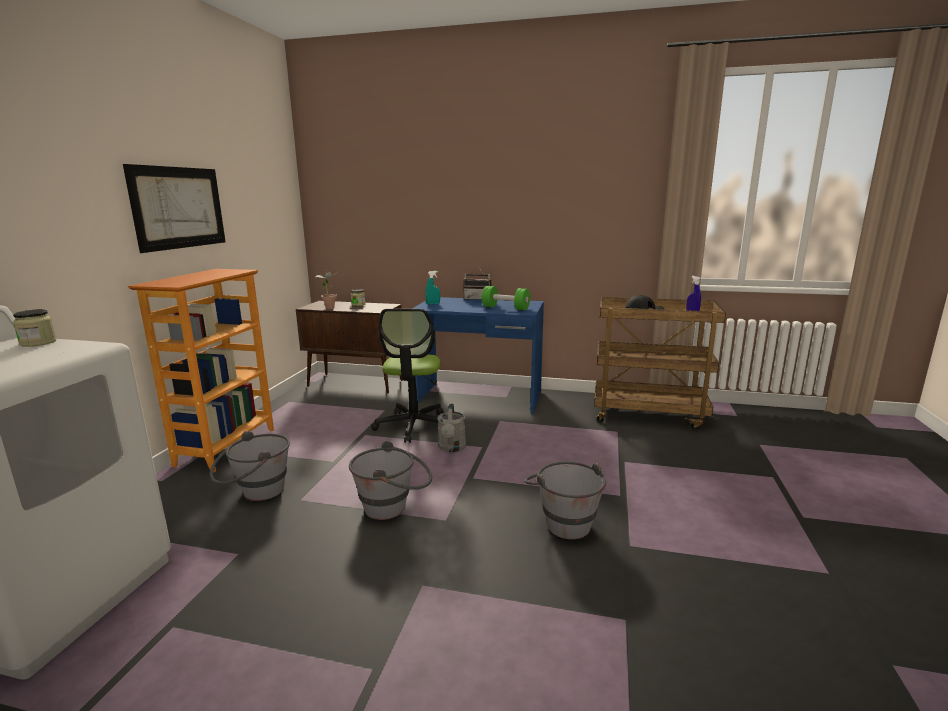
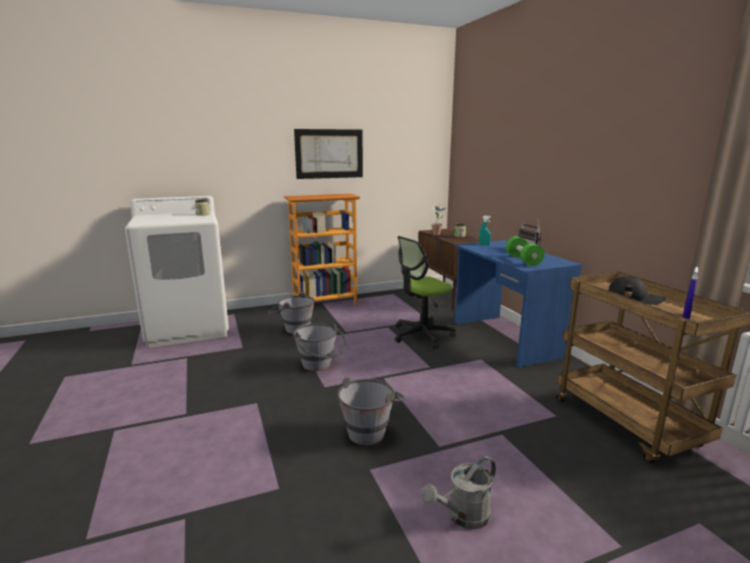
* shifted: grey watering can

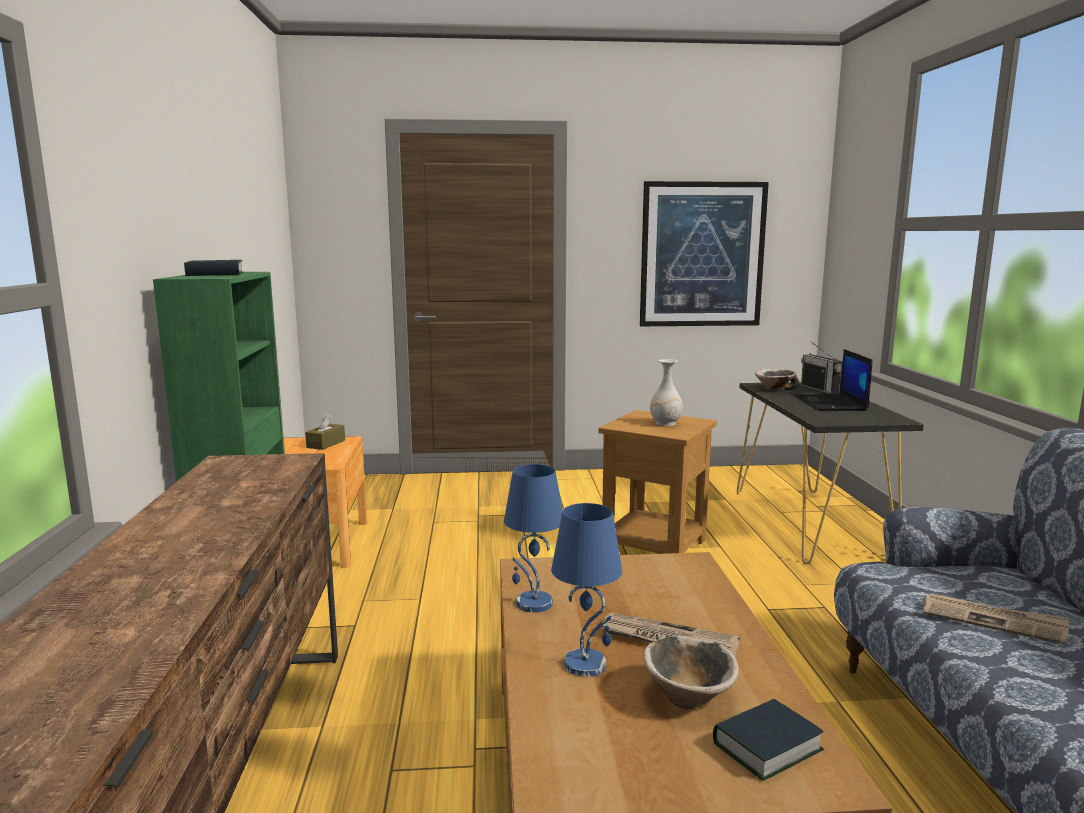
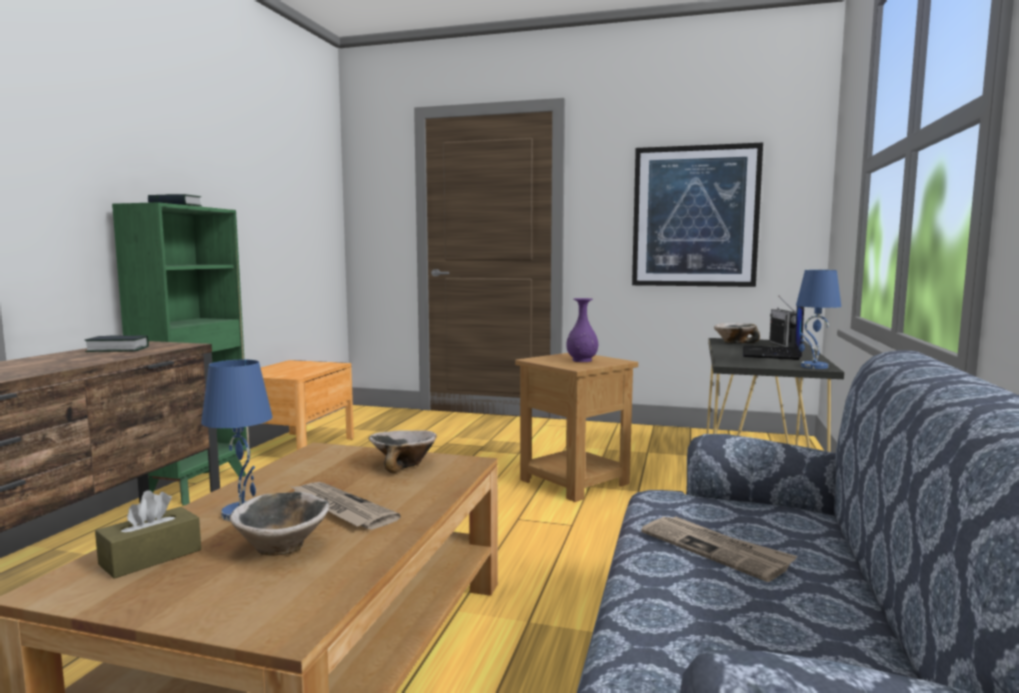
* shifted: brown tissue box
* shifted: blue table lamp (no. 1 from left in the first image) to blue table lamp (no. 2 from left)
* repainted: white vase to purple vase
* shifted: book (no. 2 from left in the first image) to book (no. 1 from left)
* new: bowl (no. 2 from left)

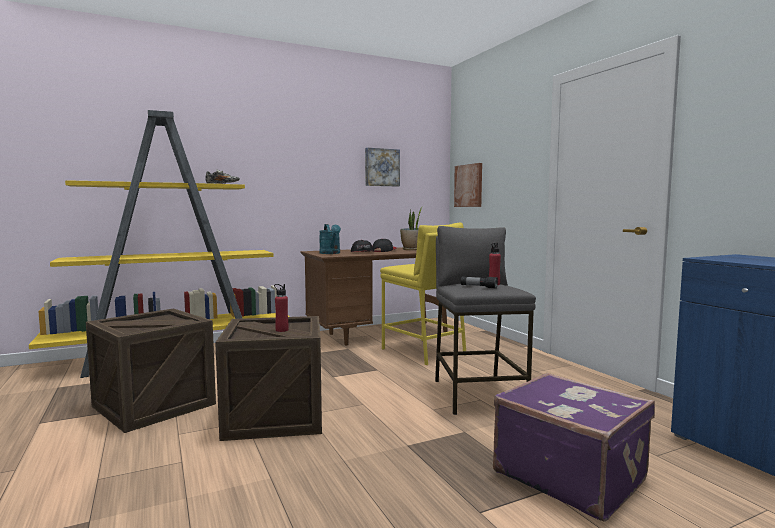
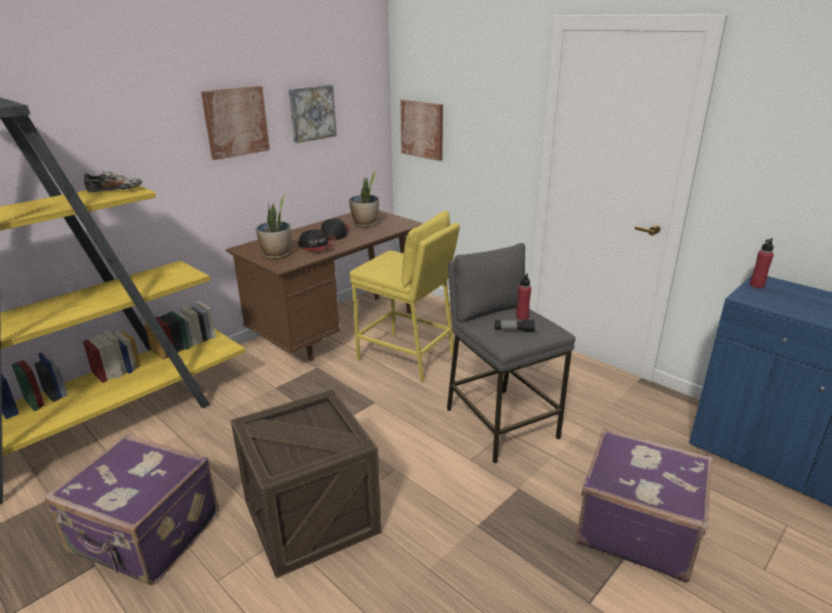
* swapped: crate (no. 1 from left) to purple suitcase (no. 1 from left)
* shifted: red bottle (no. 1 from left in the first image) to red bottle (no. 2 from left)
* swapped: turquoise watering can to potted plant (no. 1 from left)
* new: picture (no. 1 from left)

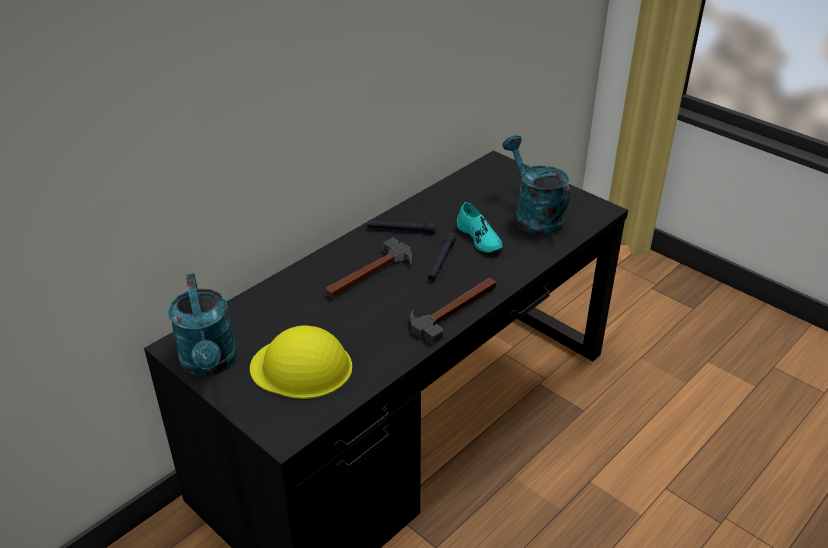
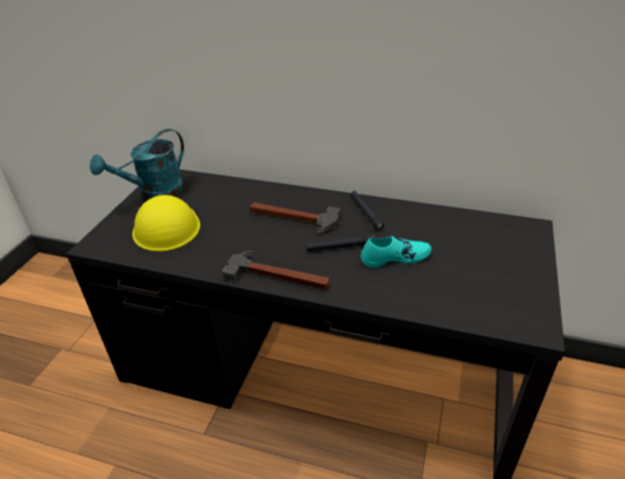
* rotated: turquoise shoe 135 degrees counterclockwise
* gone: turquoise watering can (no. 2 from left)

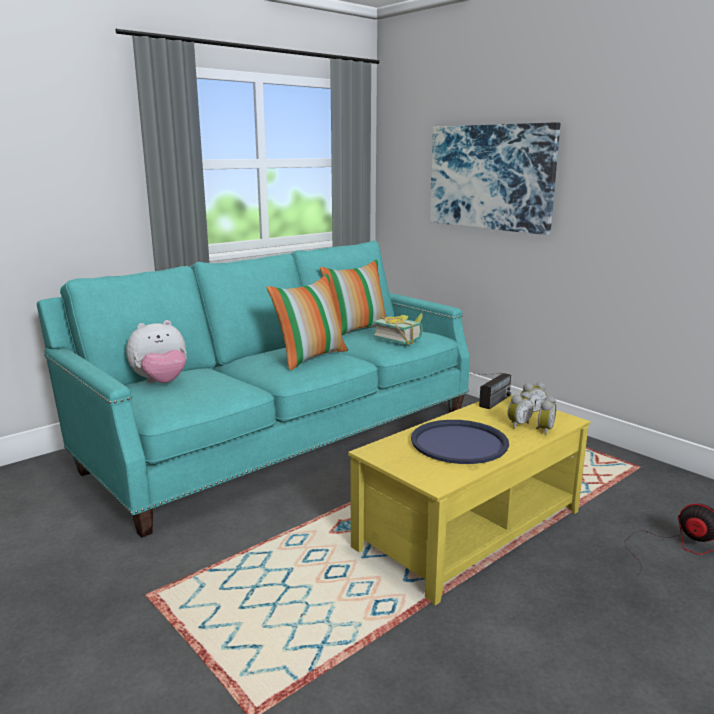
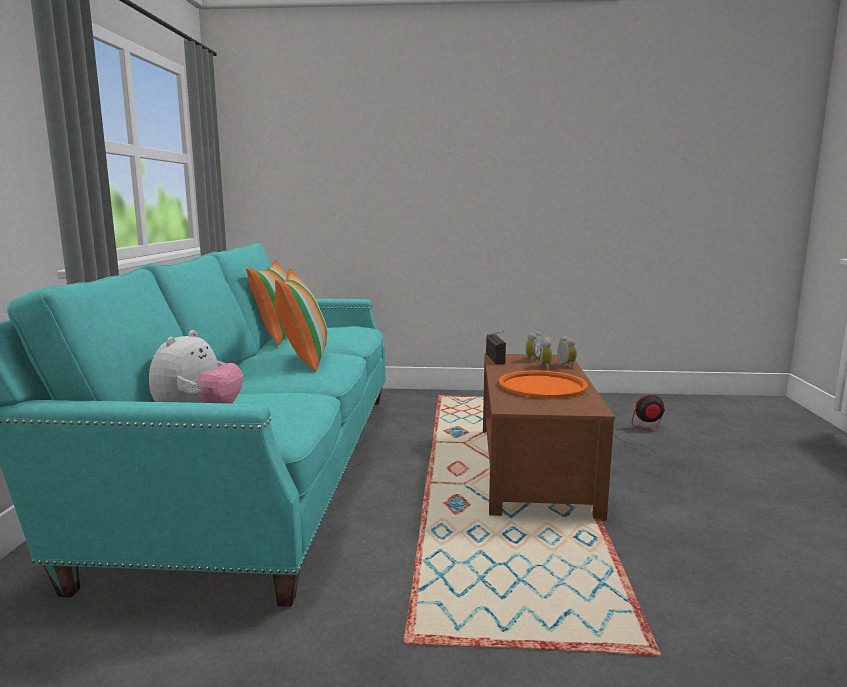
* repainted: yellow coffee table to brown coffee table
* gone: book
* repainted: blue tray to orange tray
* gone: picture

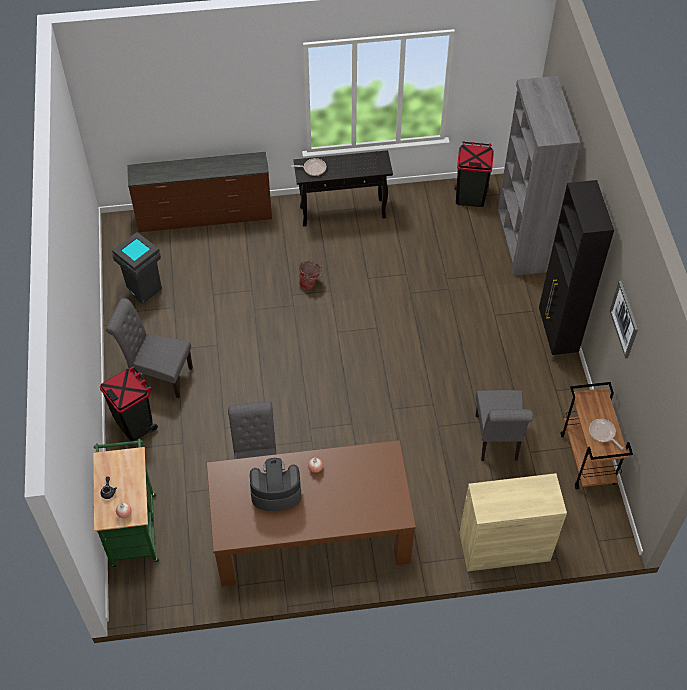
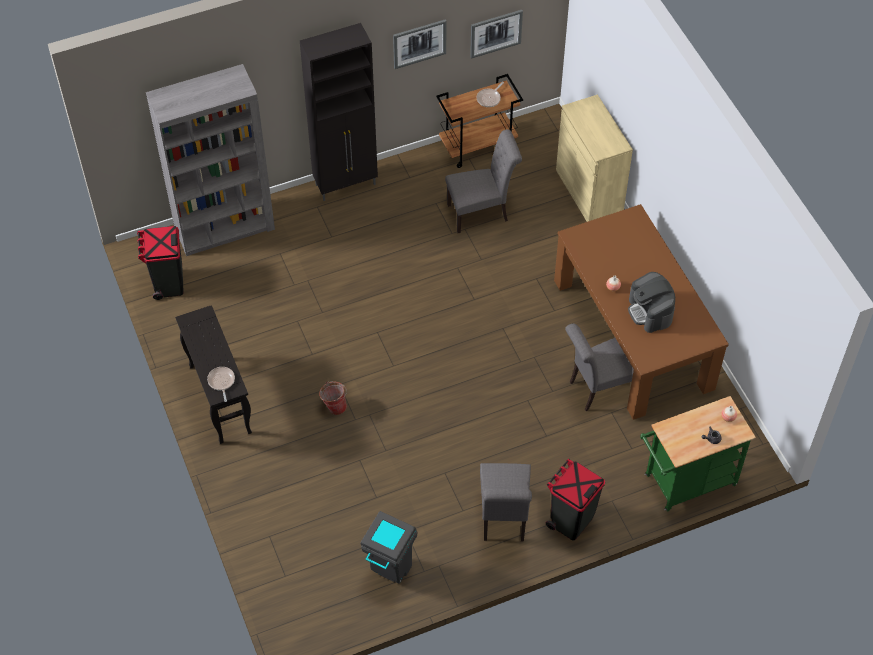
* gone: brown dresser
* new: picture (no. 2 from left)

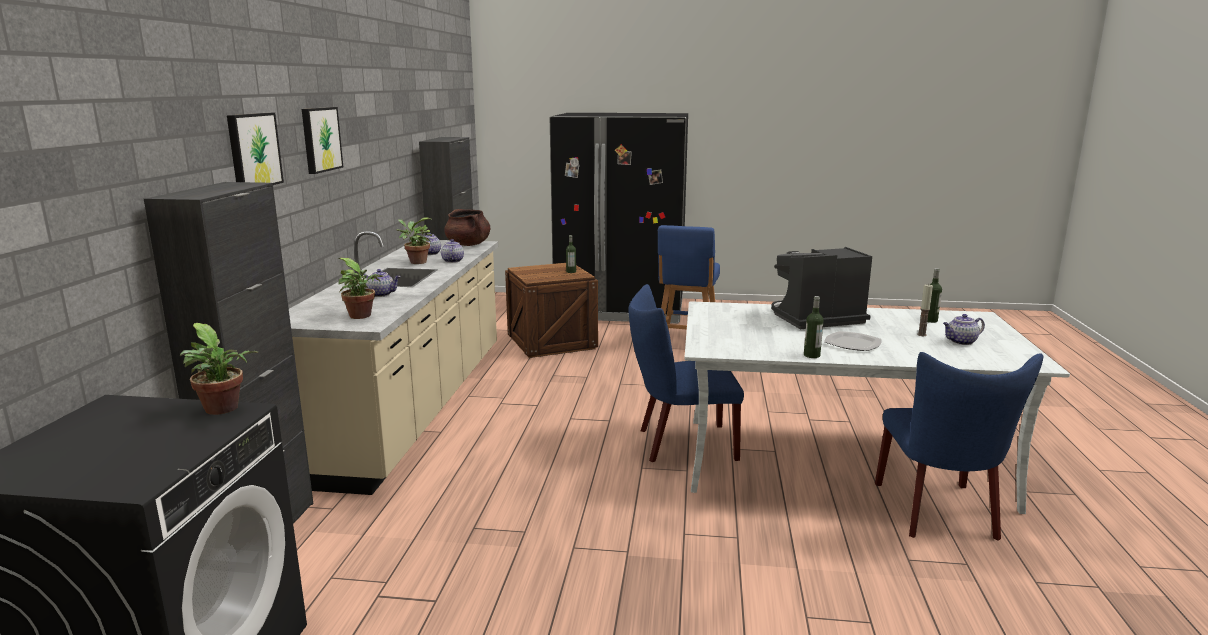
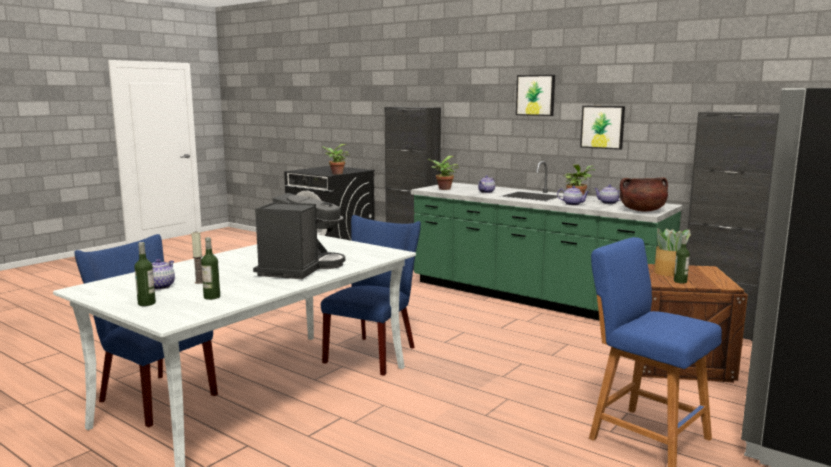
* shifted: picture (no. 1 from left in the first image) to picture (no. 2 from left)
* repainted: beige counter to green counter
* shifted: bottle (no. 2 from left in the first image) to bottle (no. 1 from left)
* gone: plate
* new: potted plant (no. 4 from left)

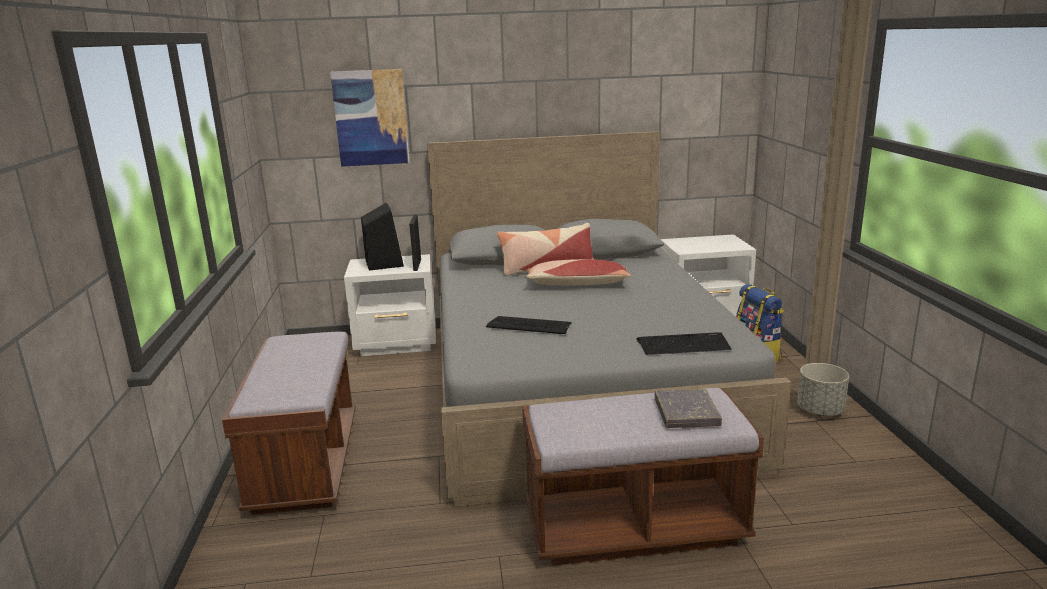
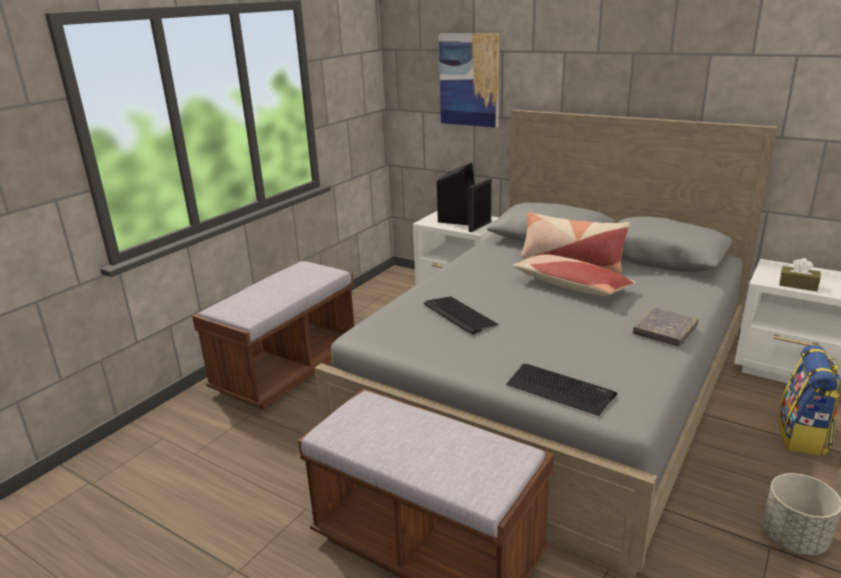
* shifted: grey book
* new: brown tissue box

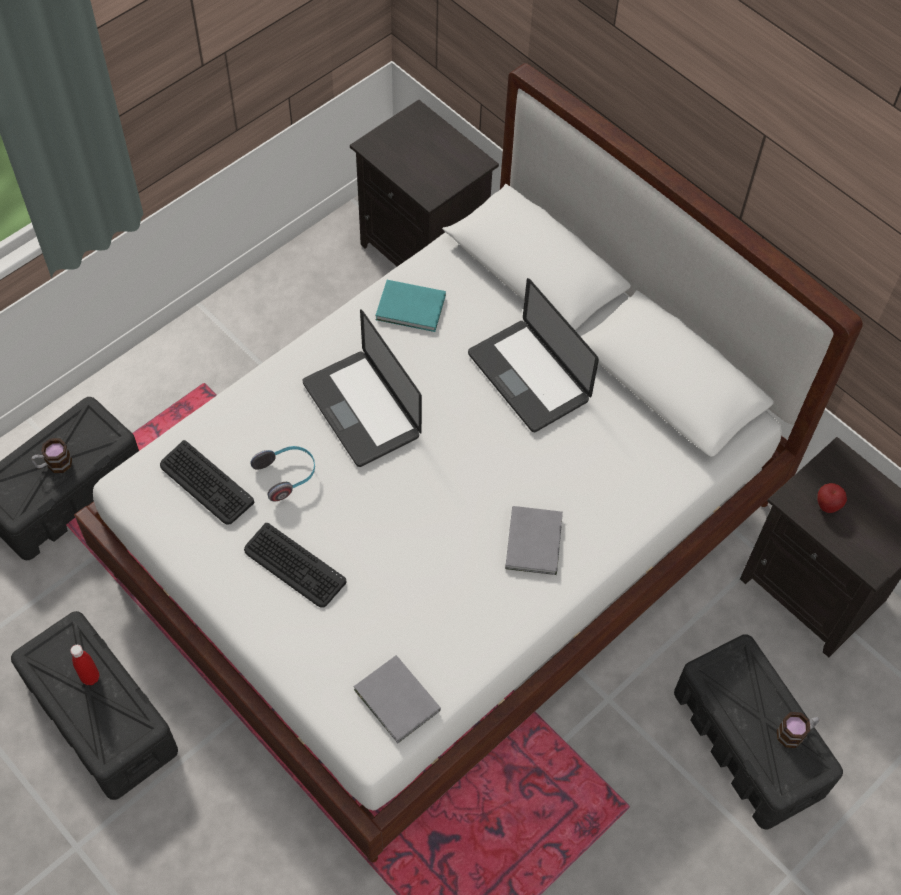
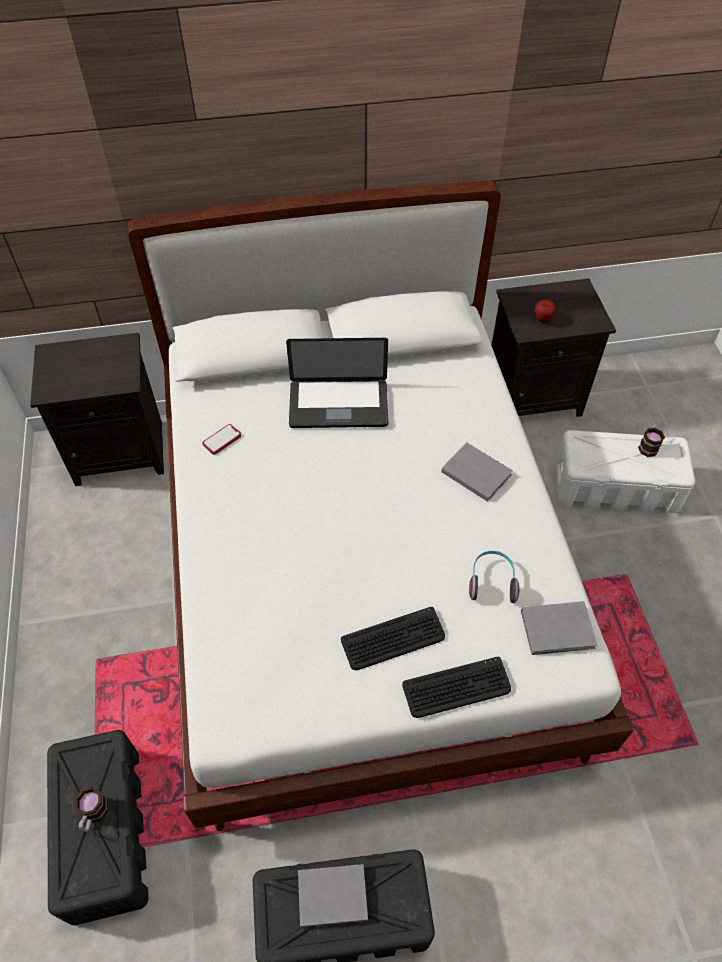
* swapped: red bottle to grey book (no. 1 from left)
* shifted: keyboard (no. 1 from left in the first image) to keyboard (no. 2 from left)
* shifted: headphones
* gone: laptop (no. 1 from left)
* swapped: turquoise book to phone
* repainted: black storage box (no. 3 from left) to white storage box

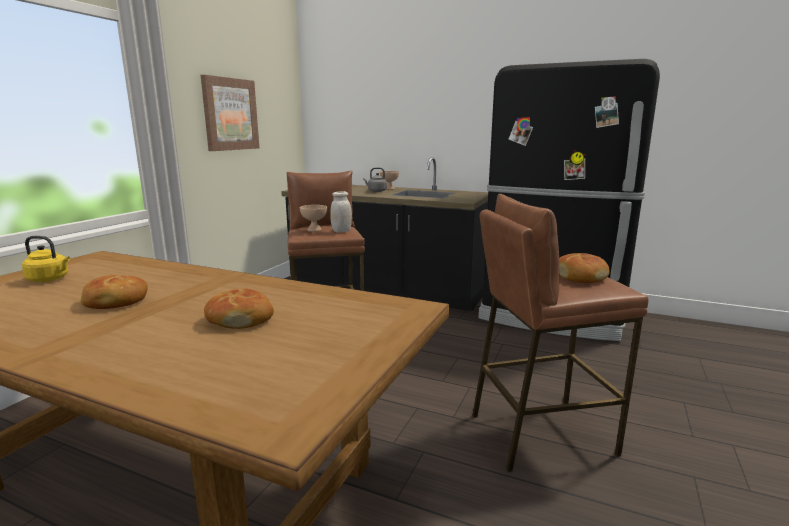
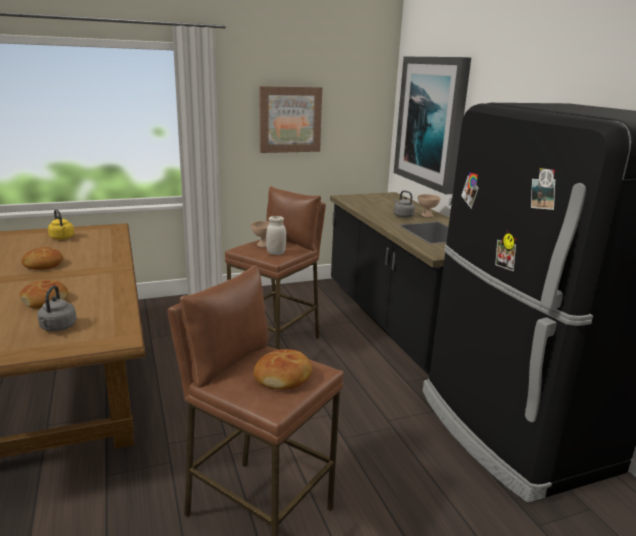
* new: grey kettle (no. 1 from left)
* new: picture (no. 2 from left)

